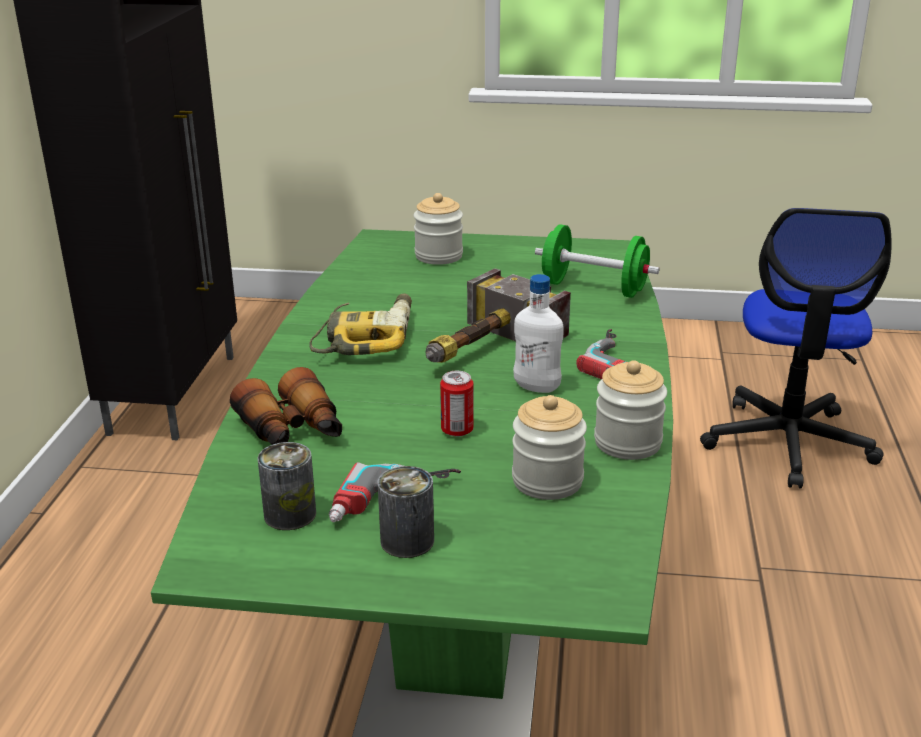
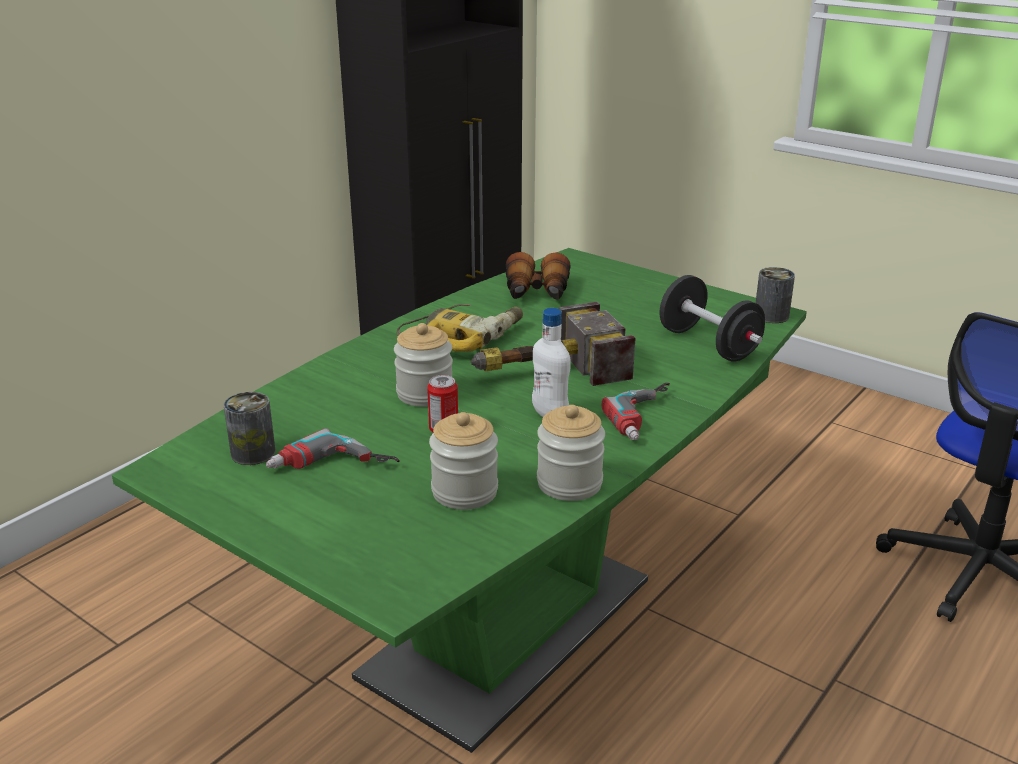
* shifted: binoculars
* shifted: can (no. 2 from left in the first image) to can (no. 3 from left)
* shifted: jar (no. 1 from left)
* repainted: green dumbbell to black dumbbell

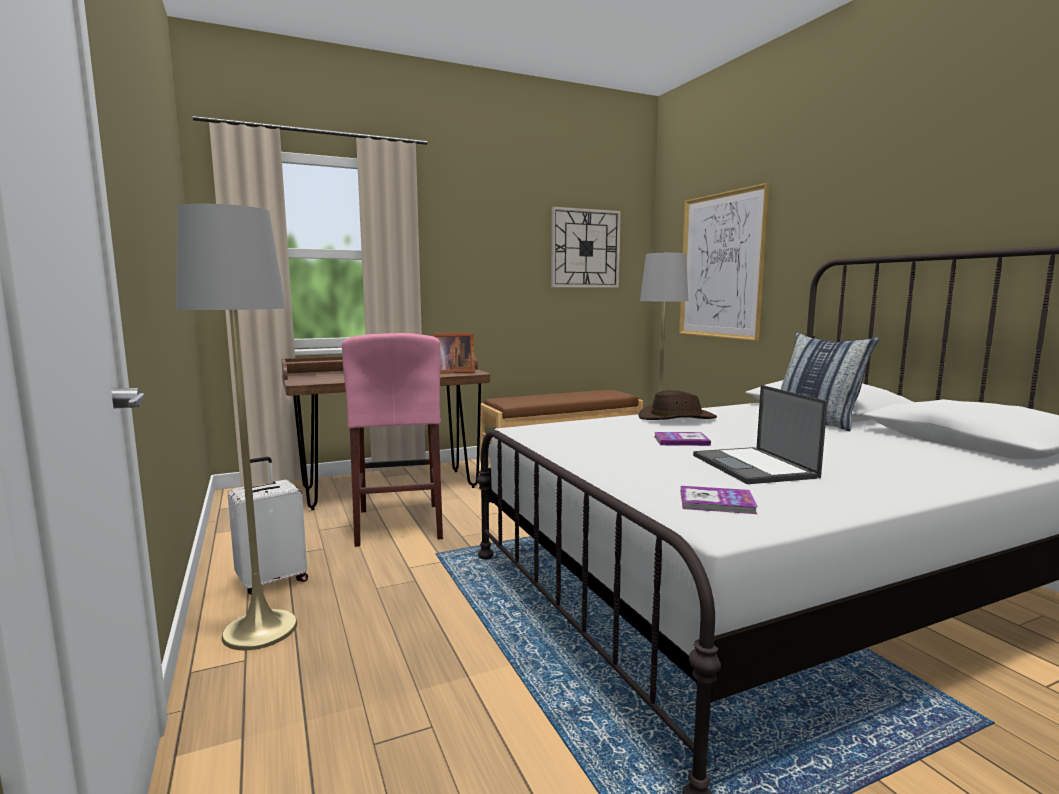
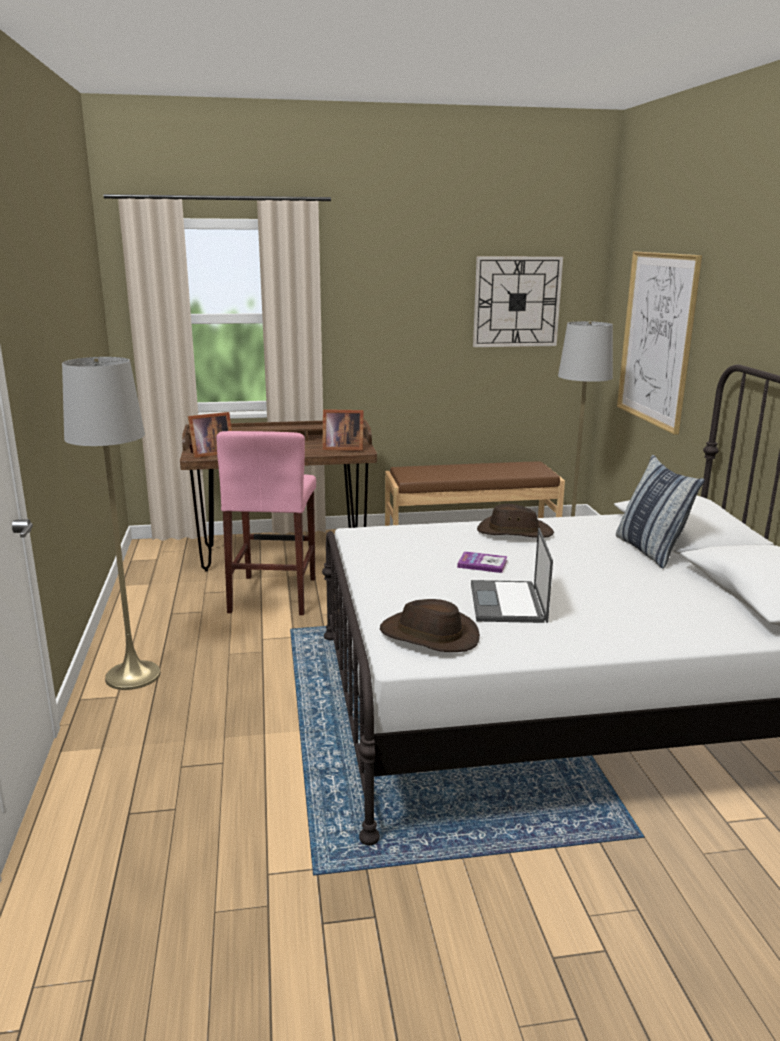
* gone: white suitcase
* swapped: book (no. 2 from left) to brown hat (no. 1 from left)
* new: picture frame (no. 1 from left)

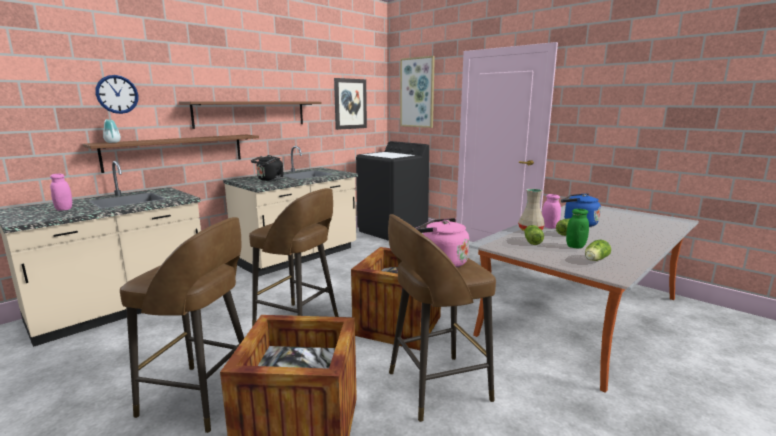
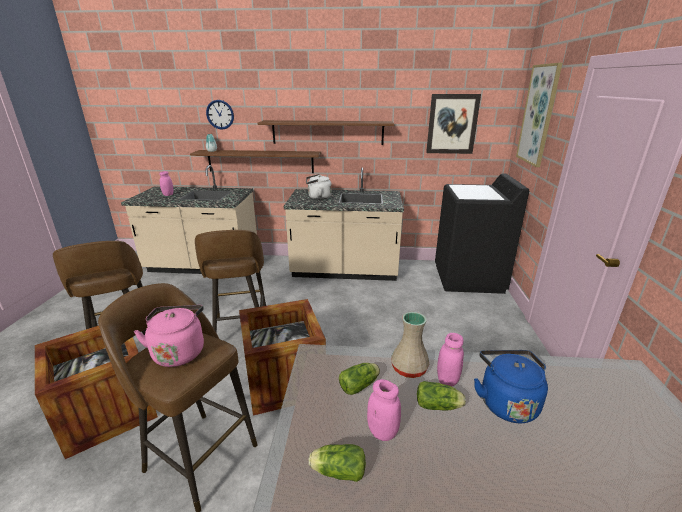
* repainted: black kettle to white kettle
* repainted: green jar to pink jar (no. 2 from left)

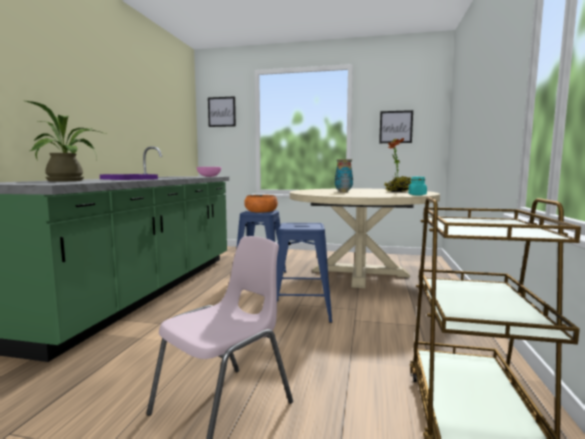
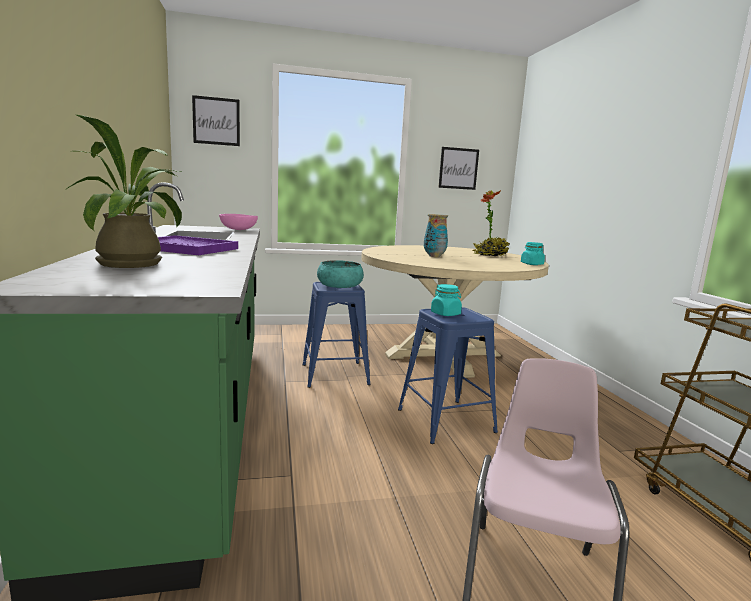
* repainted: orange bowl to turquoise bowl
* new: turquoise jar (no. 1 from left)

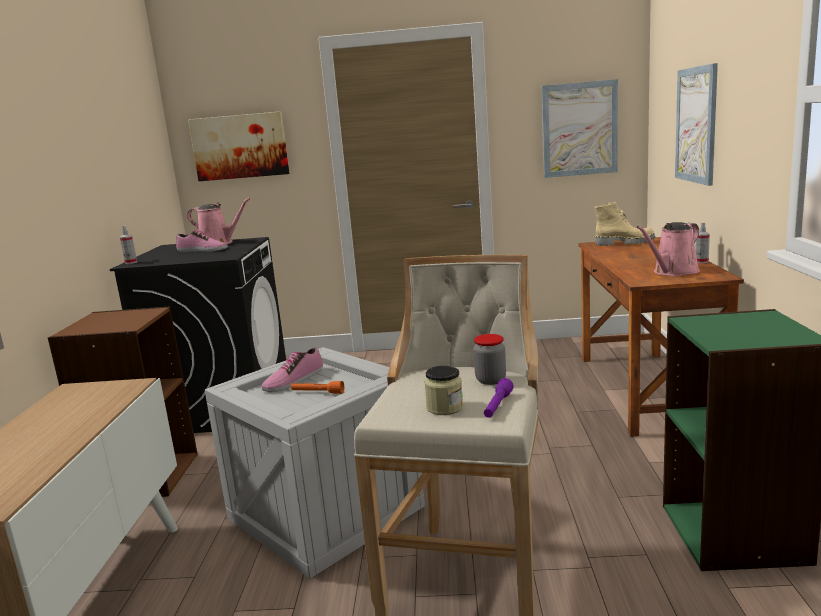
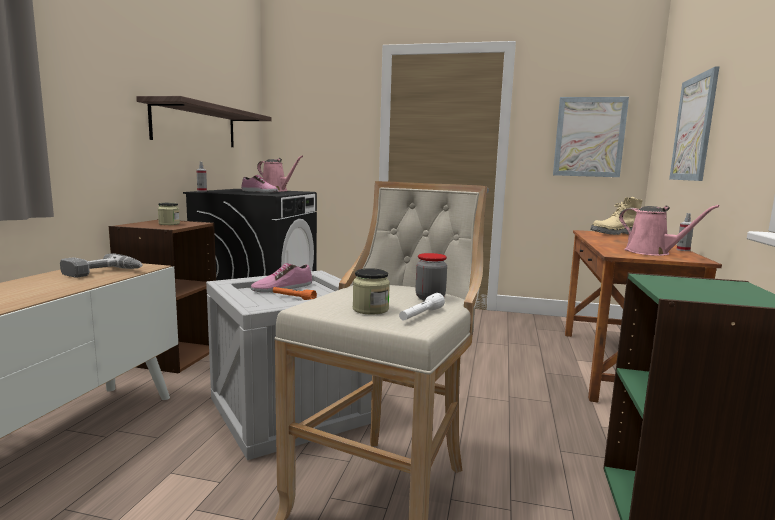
* gone: picture (no. 1 from left)
* repainted: purple flashlight to white flashlight
* rotated: beige boot 150 degrees clockwise
* rotated: pink watering can (no. 2 from left) 105 degrees counterclockwise
* new: power drill
* new: shelf
* new: jar (no. 1 from left)

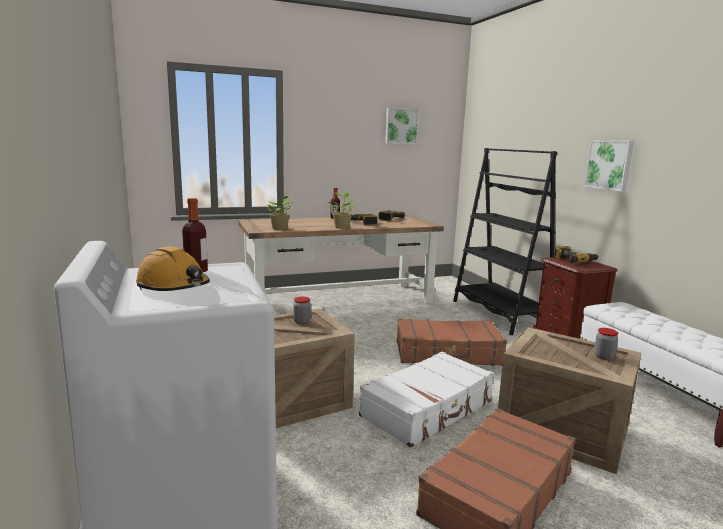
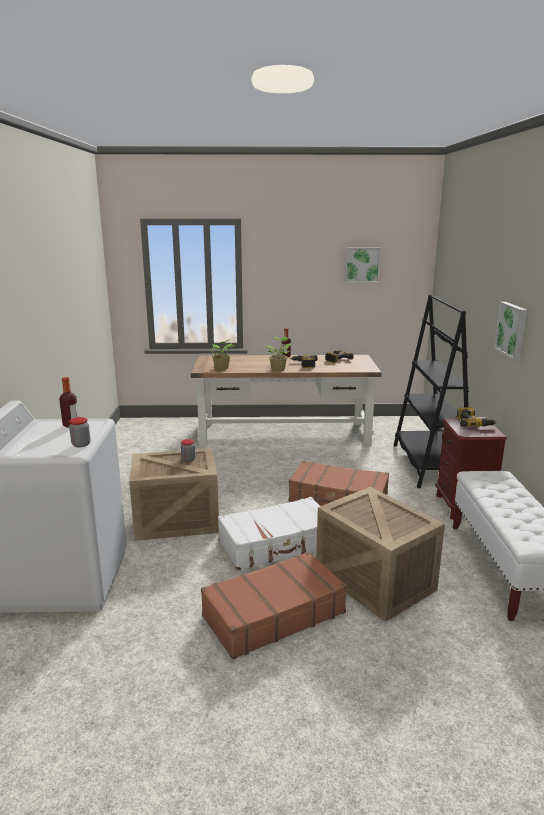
* gone: orange hard hat
* shifted: jar (no. 2 from left in the first image) to jar (no. 1 from left)

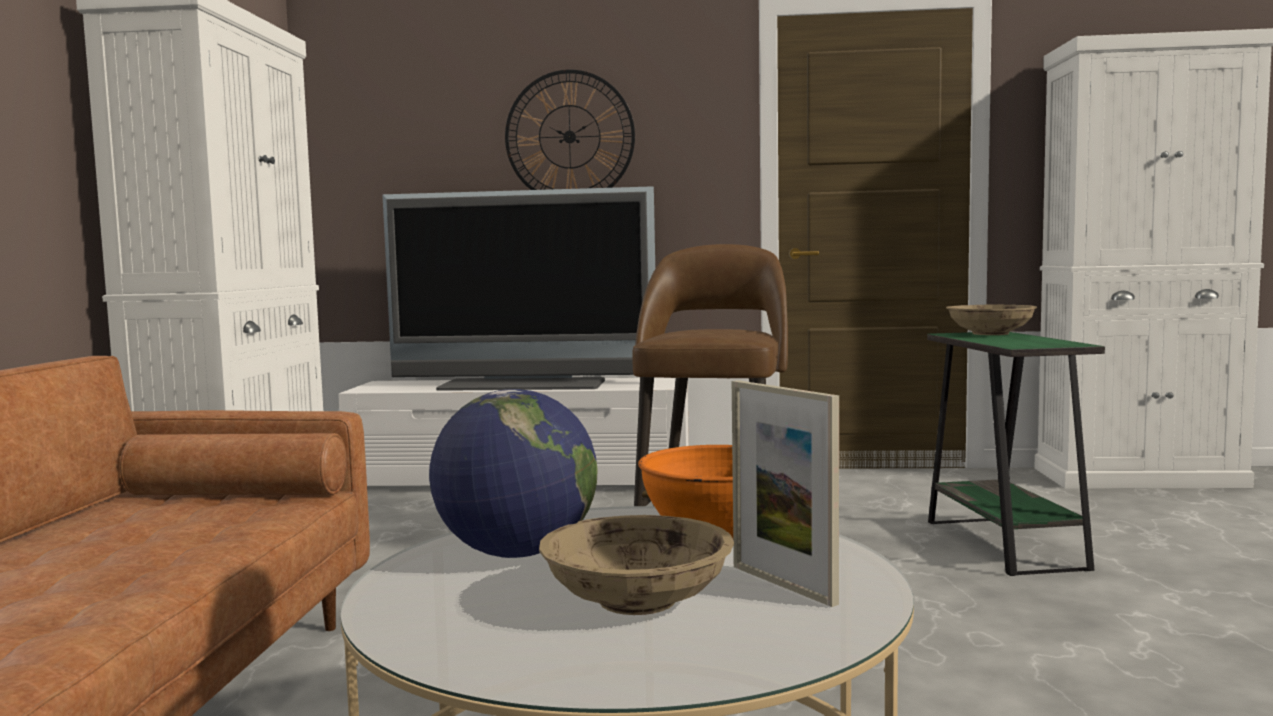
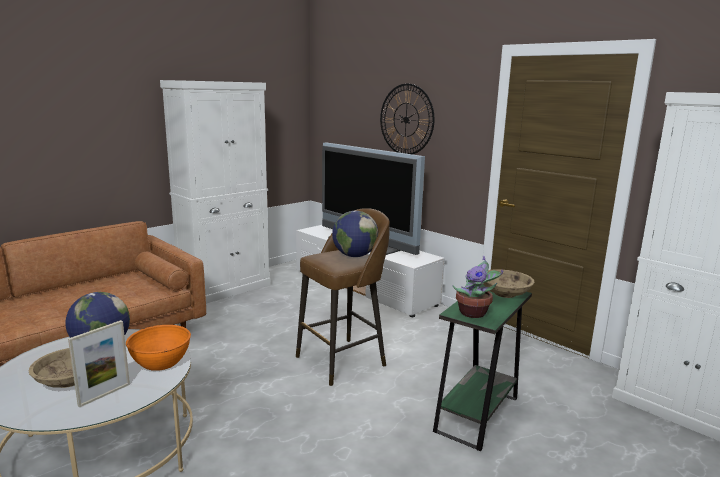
* rotated: picture frame 150 degrees counterclockwise
* new: globe (no. 2 from left)
* new: potted plant

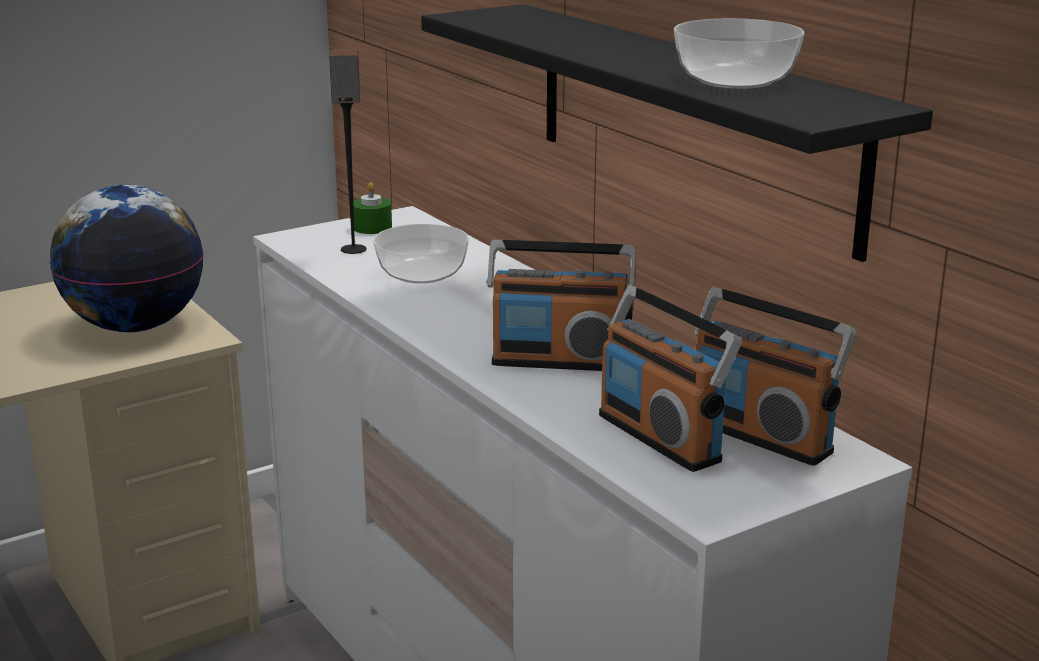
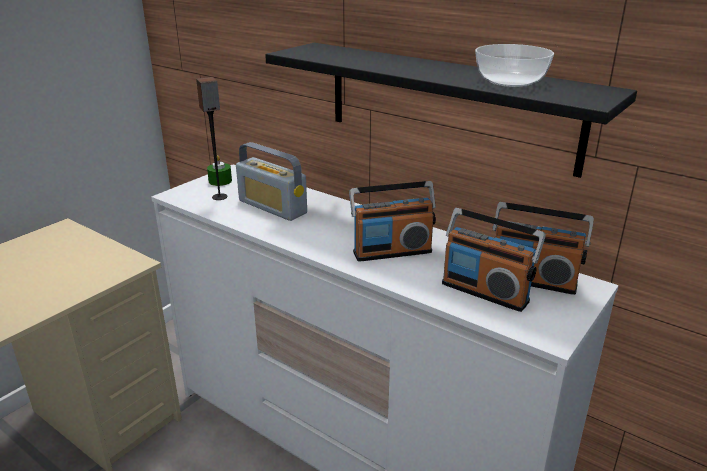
* gone: globe
* swapped: bowl (no. 1 from left) to radio (no. 1 from left)

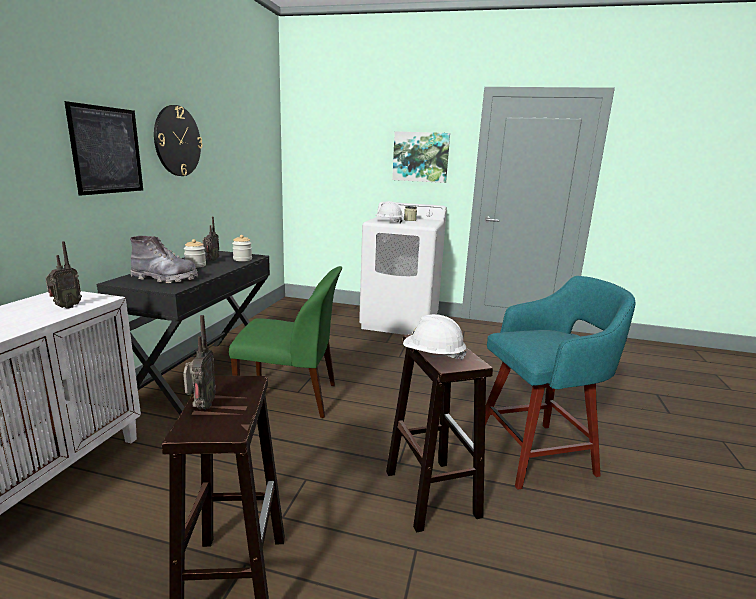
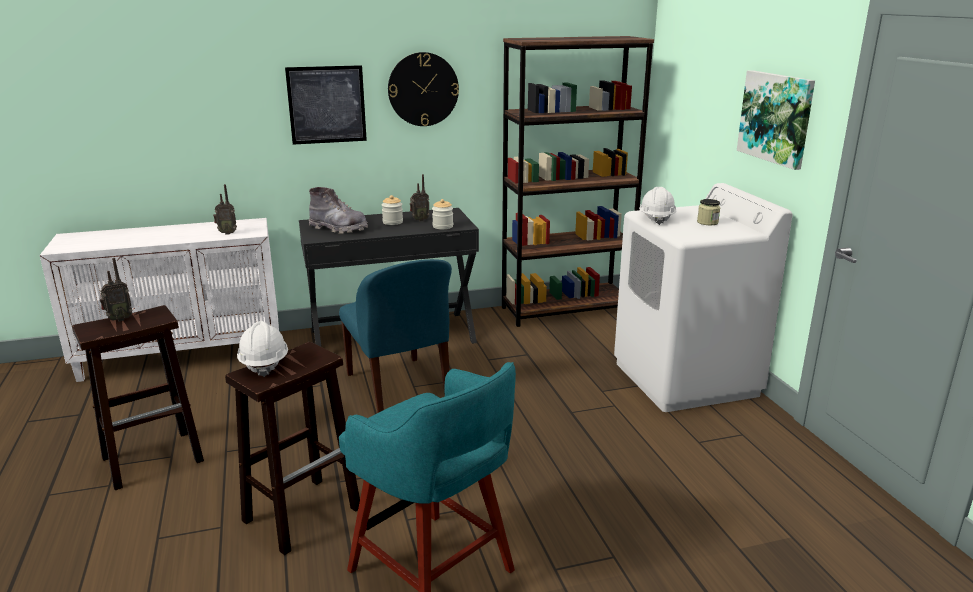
* rotated: grey boot 45 degrees counterclockwise
* repainted: green chair to blue chair
* new: brown bookcase

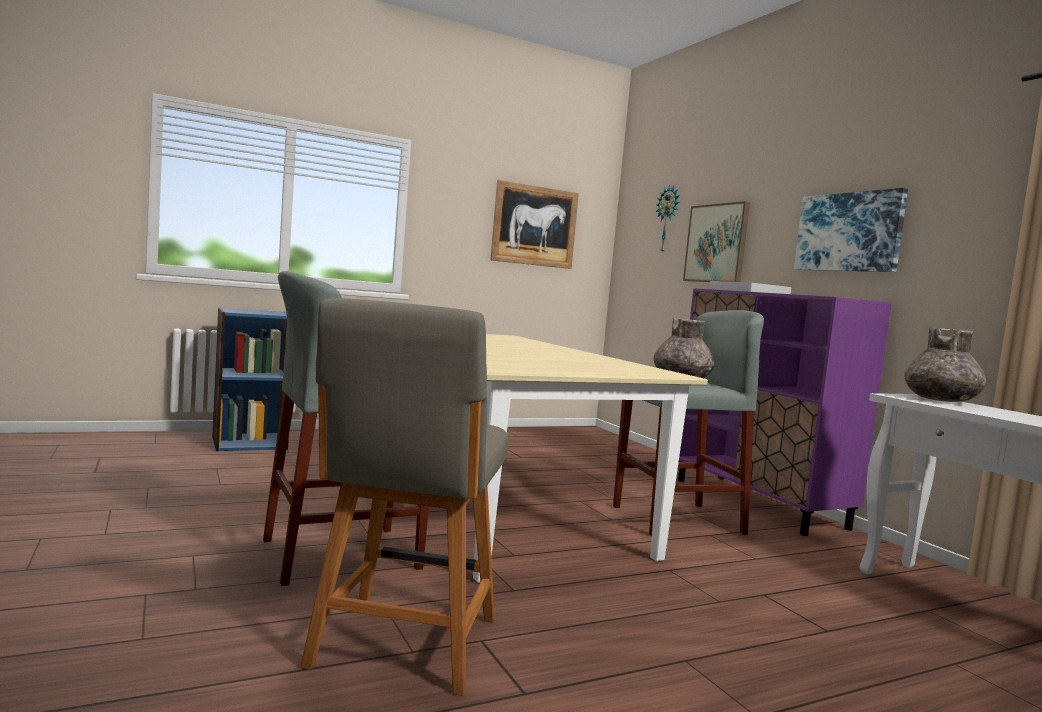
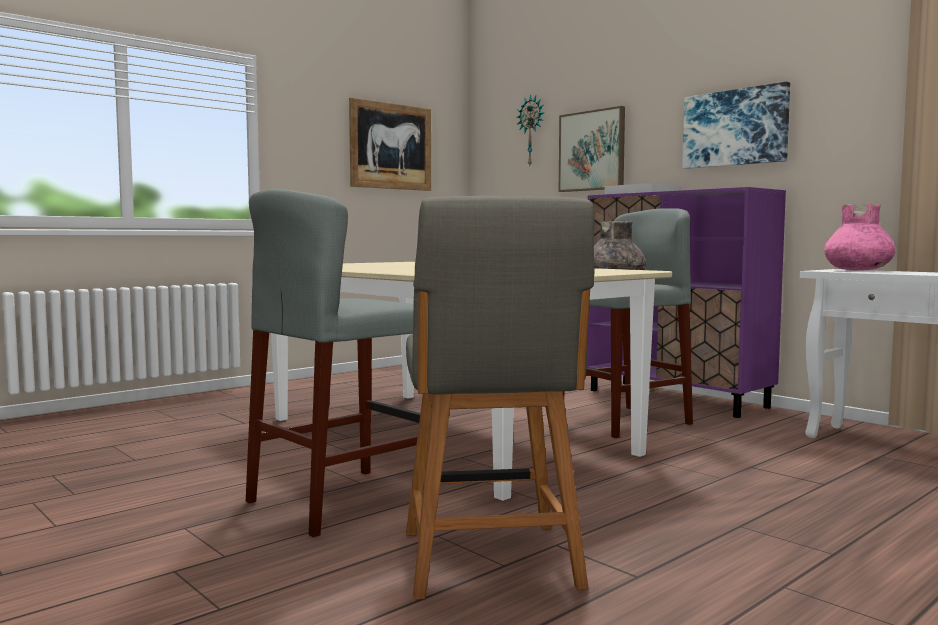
* gone: blue bookcase
* repainted: grey vase (no. 2 from left) to pink vase

